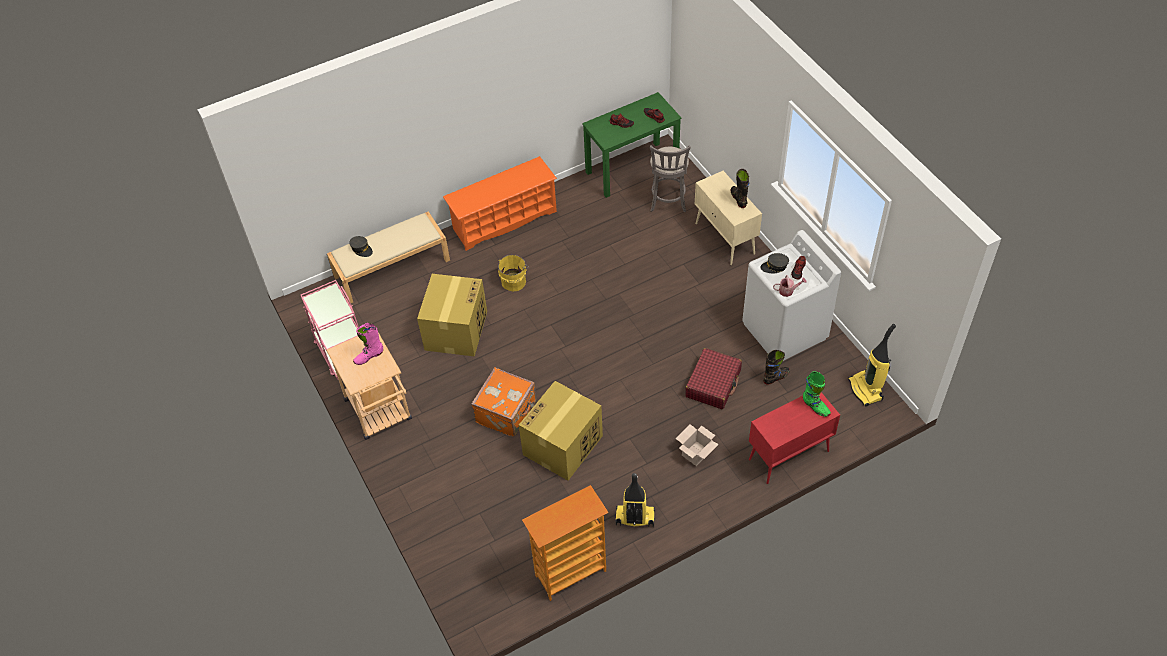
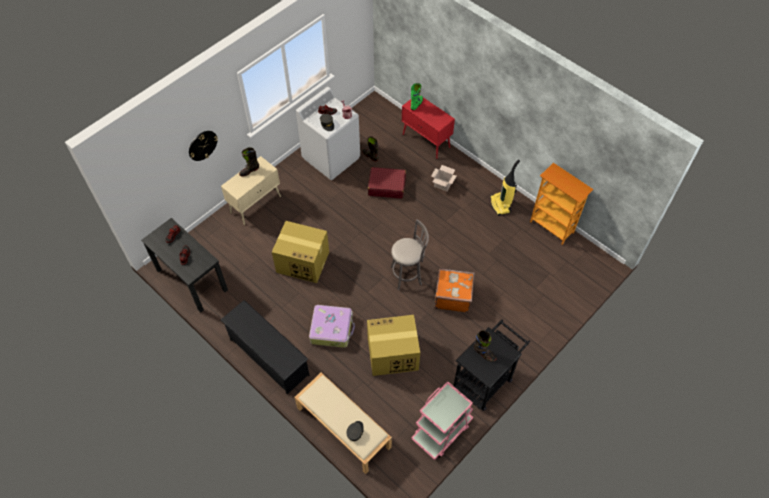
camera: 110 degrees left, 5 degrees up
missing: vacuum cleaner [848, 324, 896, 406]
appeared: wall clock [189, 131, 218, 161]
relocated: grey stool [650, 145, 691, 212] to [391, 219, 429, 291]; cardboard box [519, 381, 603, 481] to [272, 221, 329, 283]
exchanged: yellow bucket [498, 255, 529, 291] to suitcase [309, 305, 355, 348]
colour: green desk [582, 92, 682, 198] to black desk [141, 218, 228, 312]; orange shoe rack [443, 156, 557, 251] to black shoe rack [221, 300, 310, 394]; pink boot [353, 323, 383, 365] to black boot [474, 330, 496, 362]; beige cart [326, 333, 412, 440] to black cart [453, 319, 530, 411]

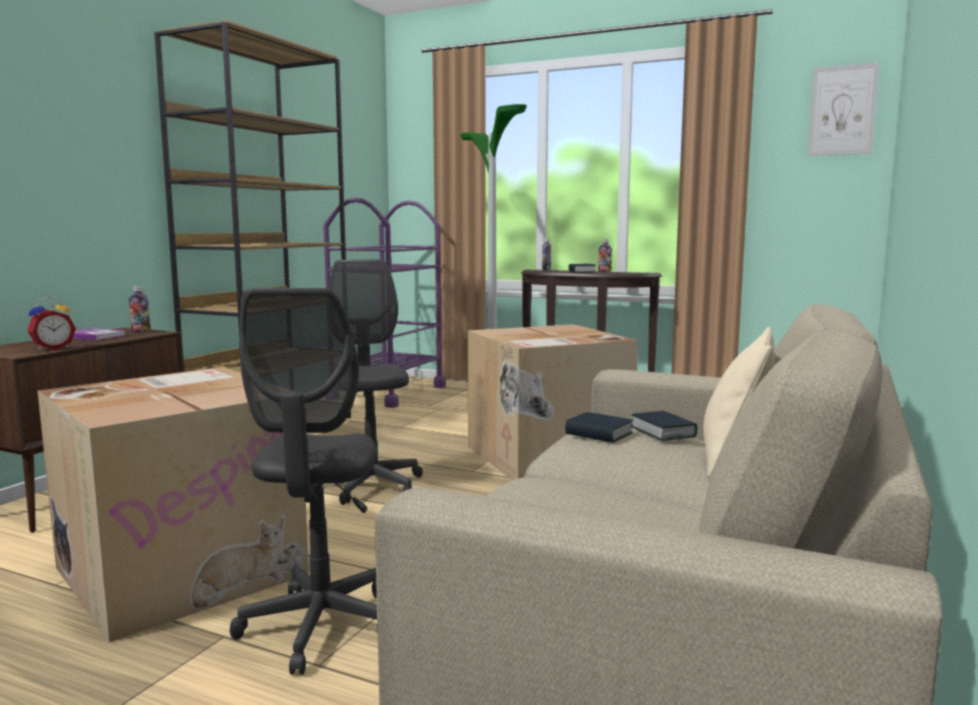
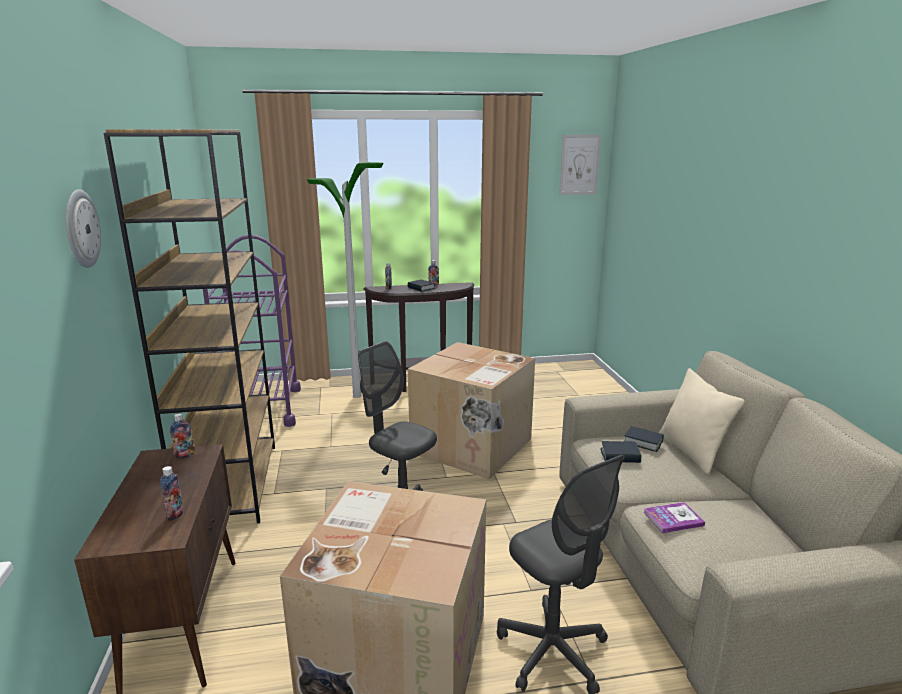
camera: 35 degrees left, 10 degrees up
appeared: wall clock [66, 189, 101, 268]
relocated: book [72, 328, 125, 340] to [643, 502, 705, 533]
exchanged: alarm clock [27, 296, 76, 351] to bottle [161, 466, 184, 521]

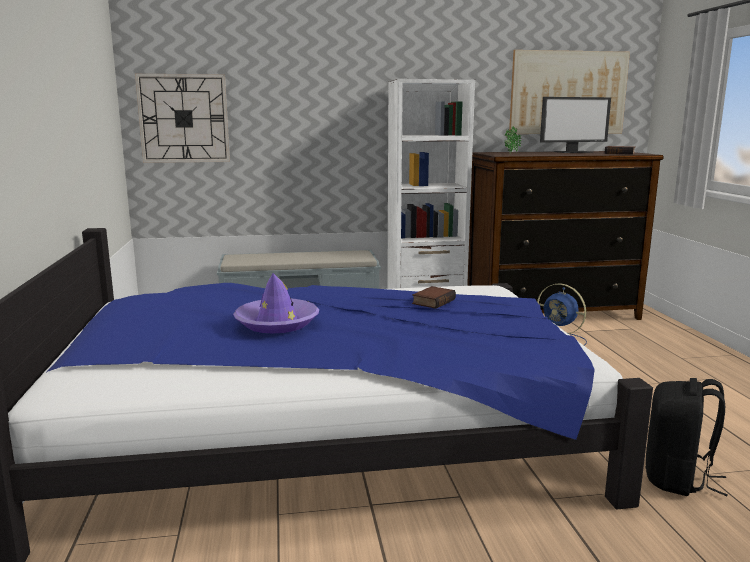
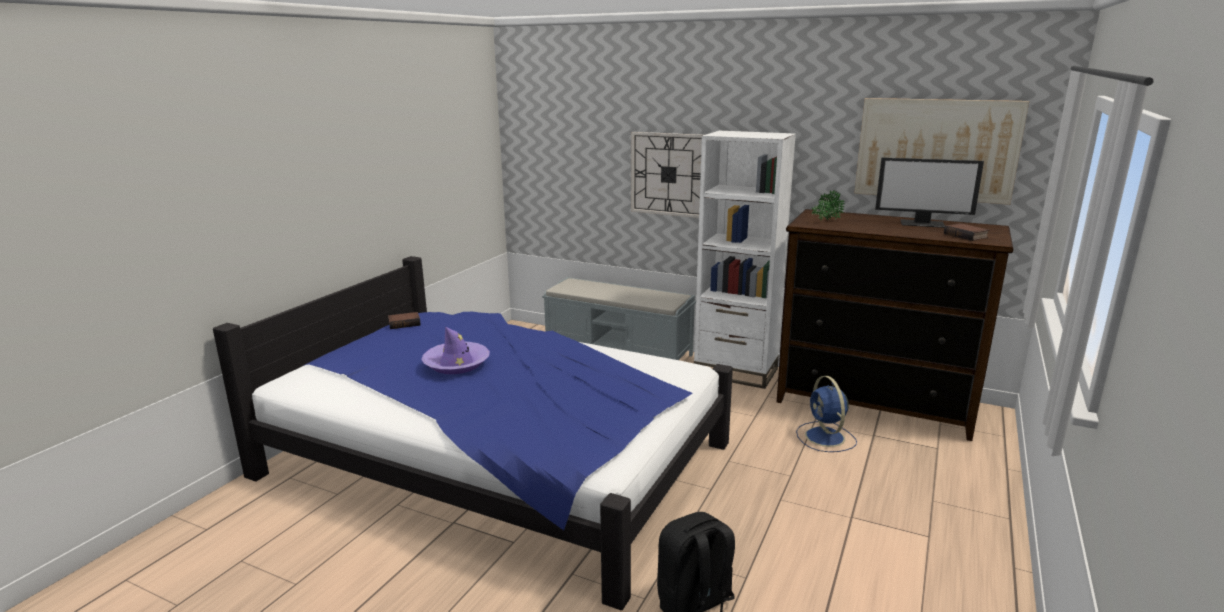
camera: 35 degrees right, 5 degrees up
relocated: wall clock [135, 74, 230, 163] to [631, 132, 703, 218]; book [412, 286, 456, 309] to [388, 312, 421, 329]

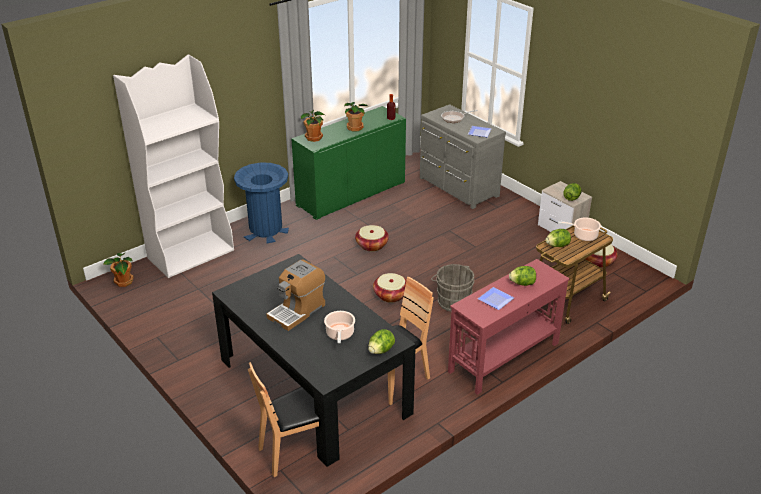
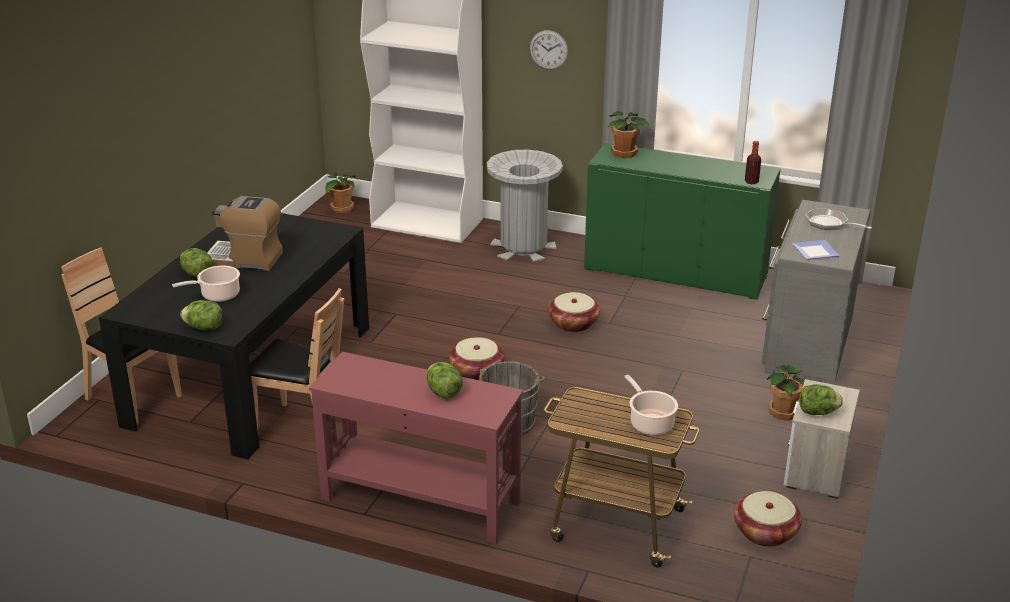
camera: 60 degrees right, 5 degrees down
missing: plate [478, 287, 514, 310]
appeared: wall clock [530, 30, 568, 70]
relocated: potted plant [344, 102, 369, 132] to [767, 365, 805, 421]; lettuce [545, 229, 571, 247] to [180, 248, 213, 277]
colour: blue trash can [234, 163, 289, 244] to grey trash can [487, 149, 563, 262]

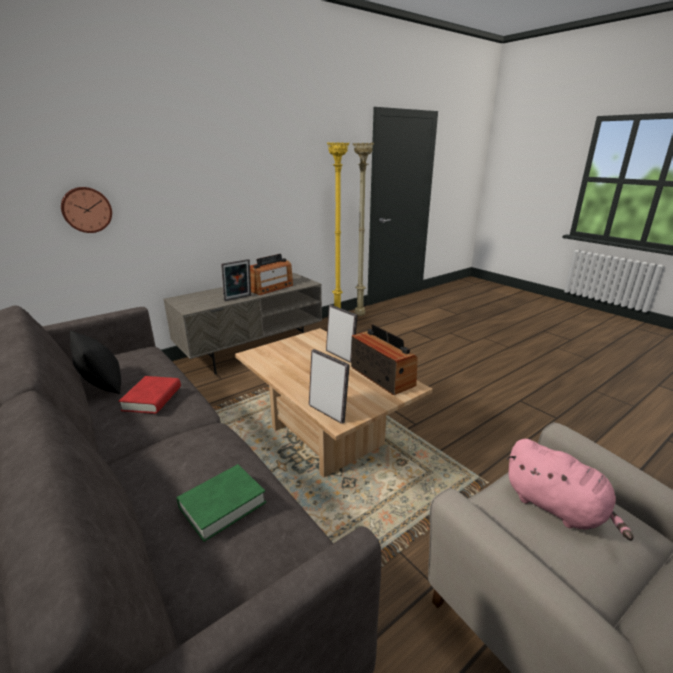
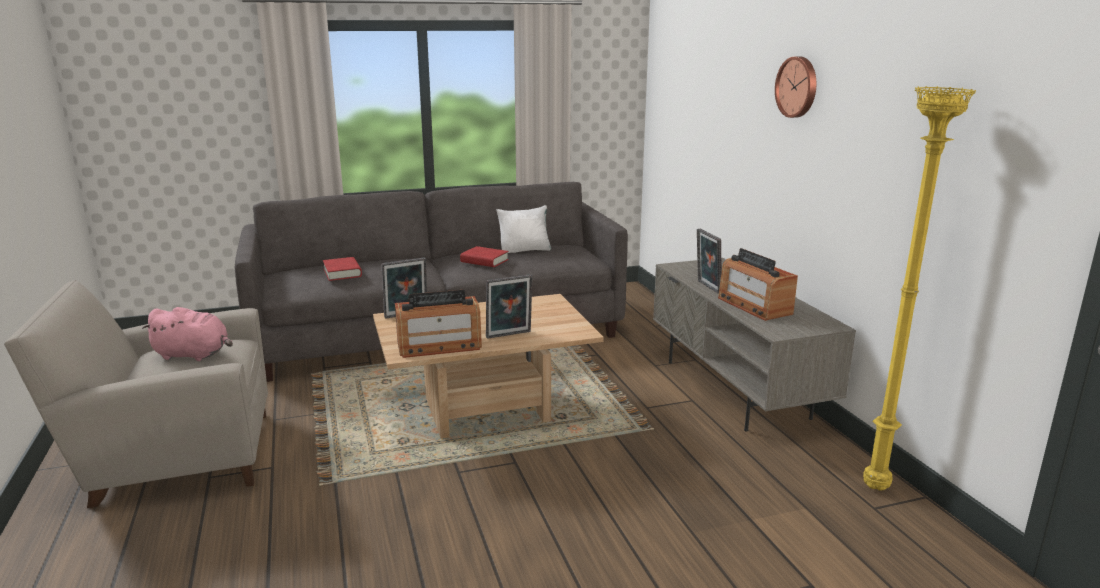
camera: 110 degrees right, 5 degrees down
missing: beige floor lamp [353, 143, 374, 316]
relocated: wall clock [61, 187, 112, 233] to [775, 57, 816, 118]
colour: black pillow [70, 331, 121, 394] to white pillow [497, 205, 551, 253]; green book [177, 464, 266, 542] to red book [323, 257, 362, 281]
spun: pink plush toy [506, 439, 634, 541] = [142, 307, 233, 361] 150 degrees counterclockwise

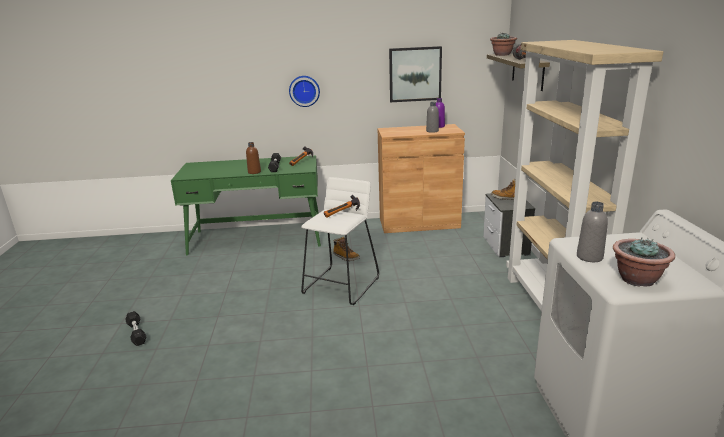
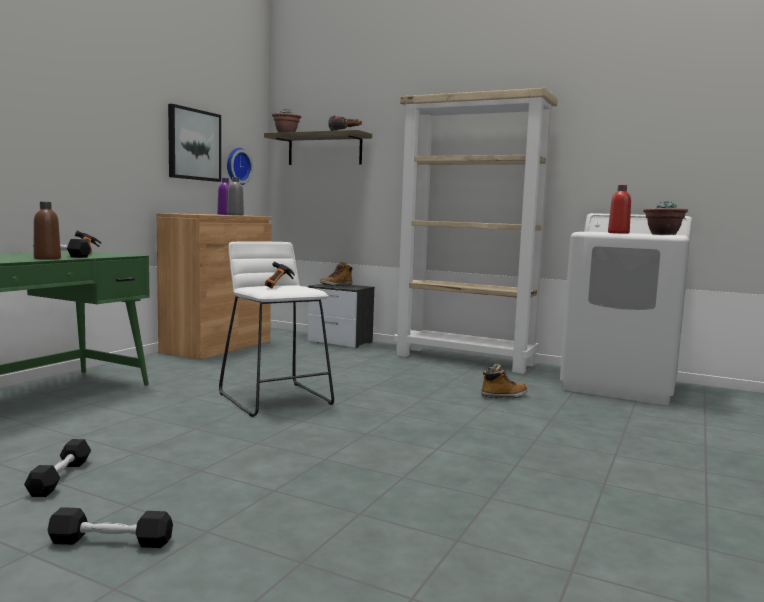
camera: 60 degrees left, 15 degrees down
appeared: black dumbbell [24, 439, 91, 497]
relocated: wall clock [289, 76, 320, 107] to [227, 148, 253, 185]; boot [333, 237, 360, 261] to [481, 364, 528, 399]
colour: grey bottle [577, 202, 608, 262] to red bottle [608, 185, 631, 234]

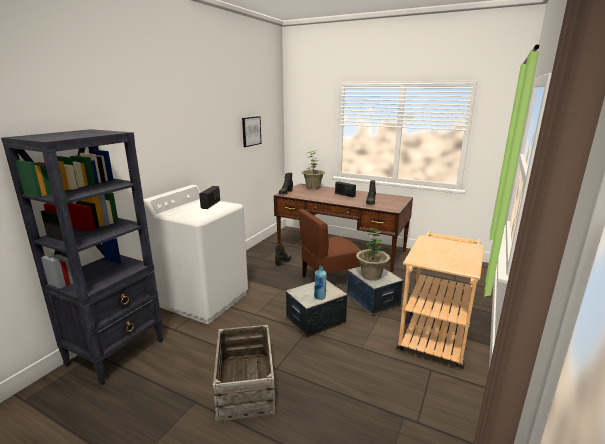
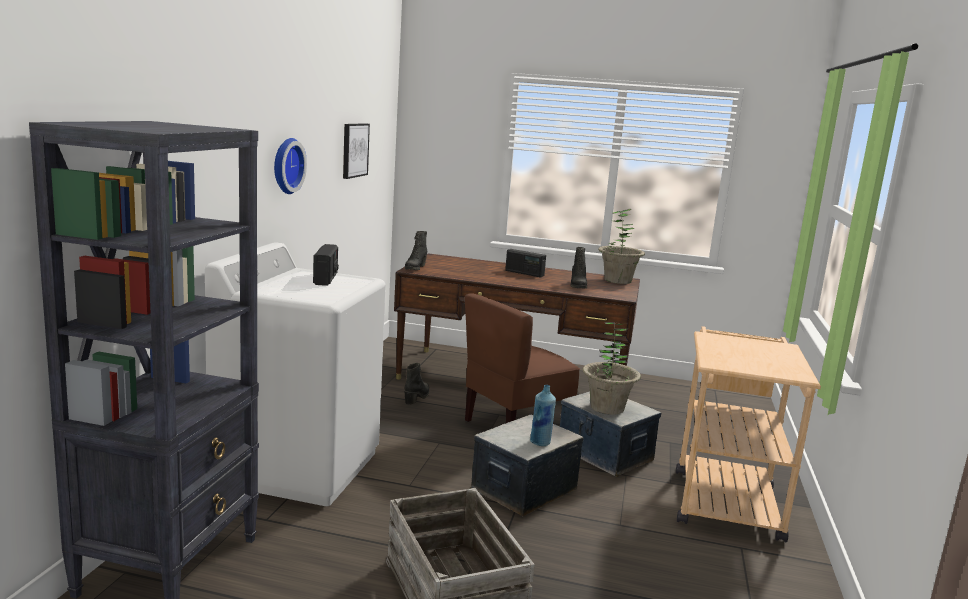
camera: 15 degrees left, 5 degrees down
appeared: wall clock [274, 138, 307, 194]
relocated: potted plant [302, 150, 325, 189] to [598, 208, 645, 284]

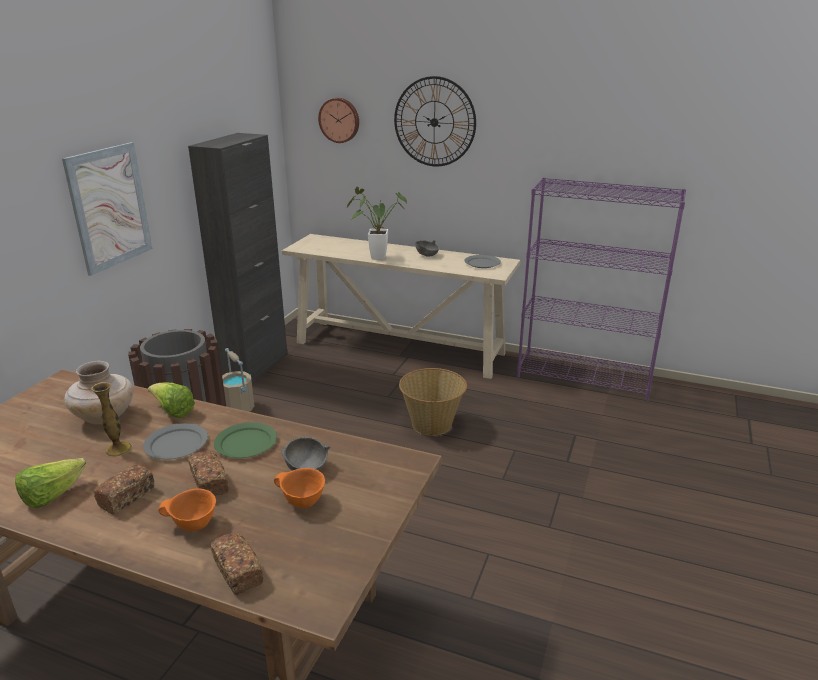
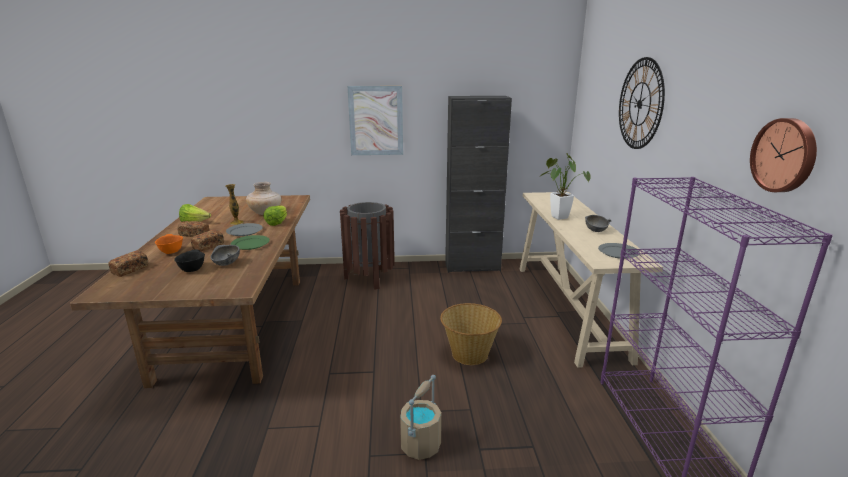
camera: 65 degrees right, 5 degrees down
relocated: wall clock [318, 98, 359, 143] to [750, 118, 817, 192]; beige bucket [222, 348, 255, 412] to [400, 375, 442, 460]
colour: orange bowl [274, 468, 325, 508] to black bowl [174, 249, 205, 272]

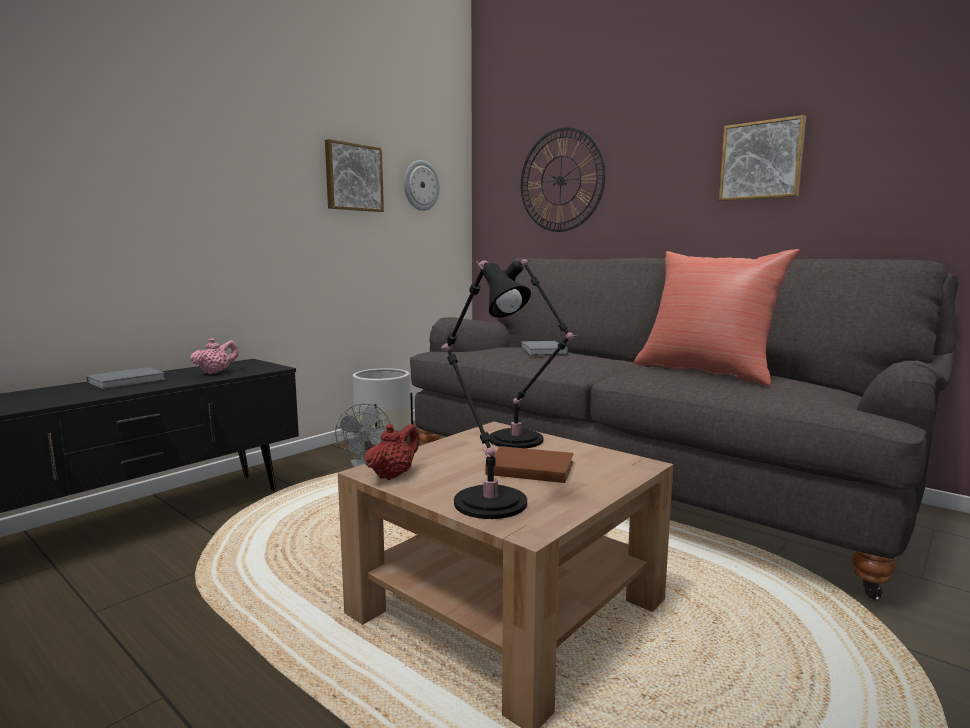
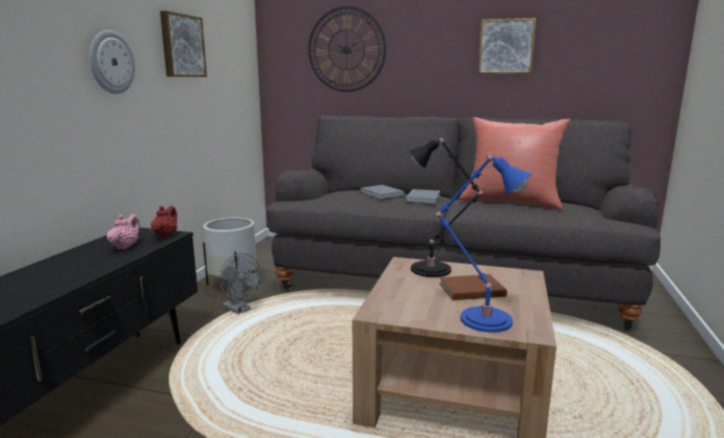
camera: 25 degrees left, 5 degrees up
relocated: wall clock [404, 160, 440, 211] to [89, 30, 135, 94]; grey book [86, 367, 166, 389] to [406, 189, 440, 204]; red teapot [364, 424, 420, 480] to [151, 206, 177, 238]
colour: black table lamp [439, 260, 531, 519] to blue table lamp [434, 155, 532, 332]

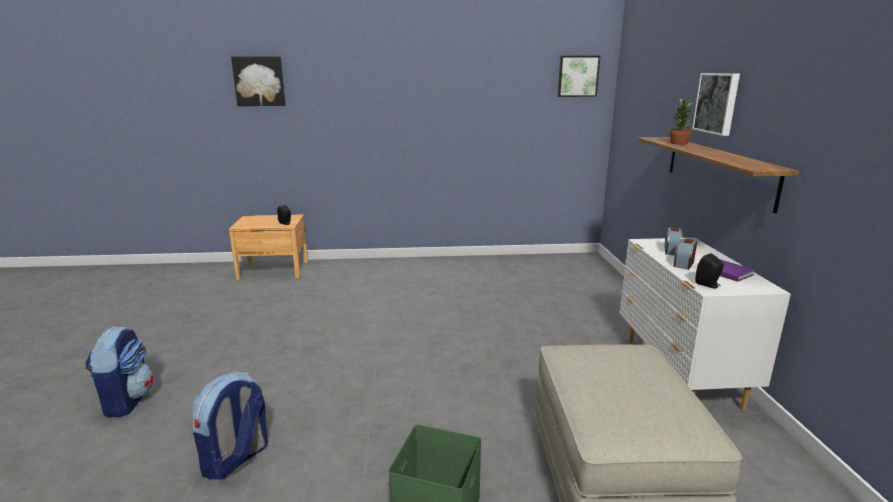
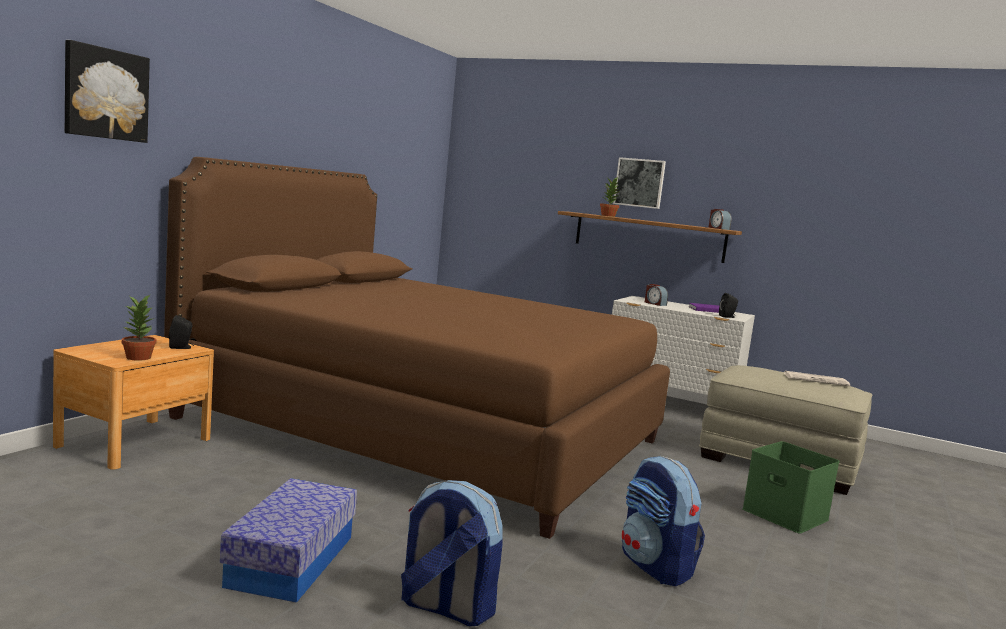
camera: 60 degrees left, 10 degrees down
missing: picture [558, 56, 600, 97]
appeared: brown bed [164, 157, 670, 539]; potted plant [122, 294, 156, 361]; newspaper [784, 371, 850, 386]; storage box [220, 478, 357, 603]
relocated: alarm clock [673, 239, 697, 270] to [709, 209, 732, 230]

